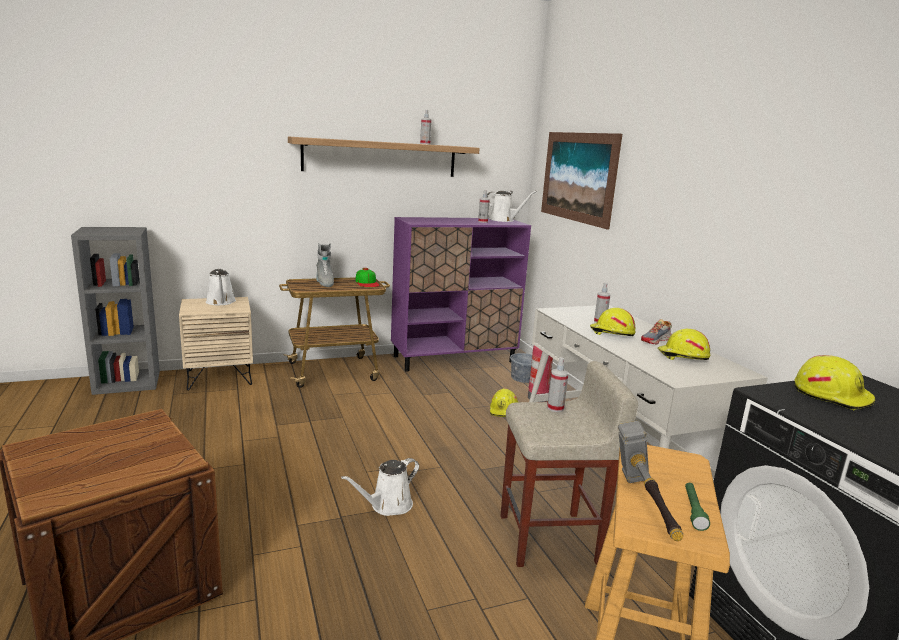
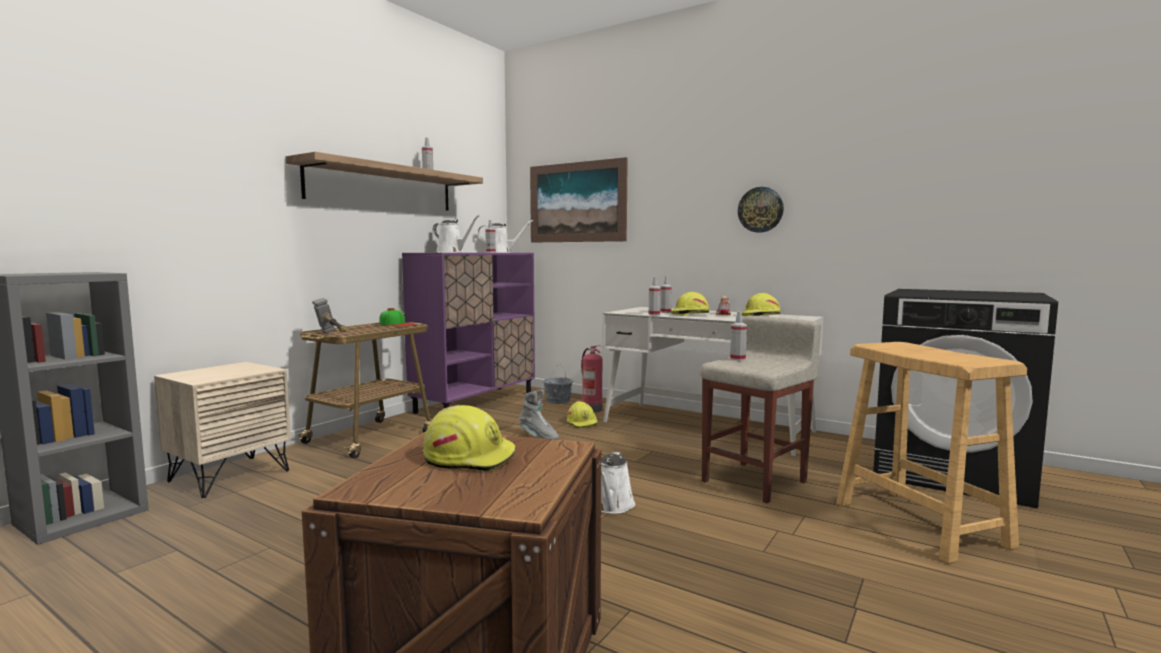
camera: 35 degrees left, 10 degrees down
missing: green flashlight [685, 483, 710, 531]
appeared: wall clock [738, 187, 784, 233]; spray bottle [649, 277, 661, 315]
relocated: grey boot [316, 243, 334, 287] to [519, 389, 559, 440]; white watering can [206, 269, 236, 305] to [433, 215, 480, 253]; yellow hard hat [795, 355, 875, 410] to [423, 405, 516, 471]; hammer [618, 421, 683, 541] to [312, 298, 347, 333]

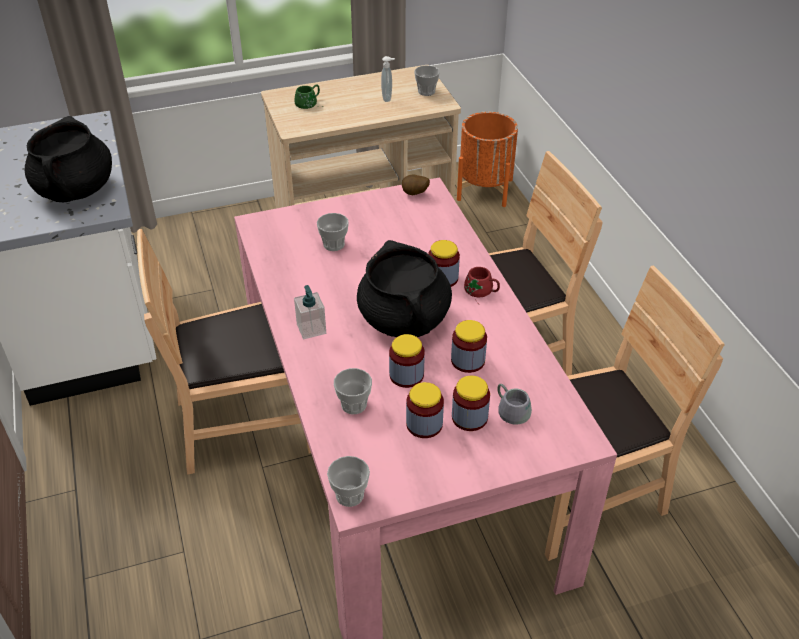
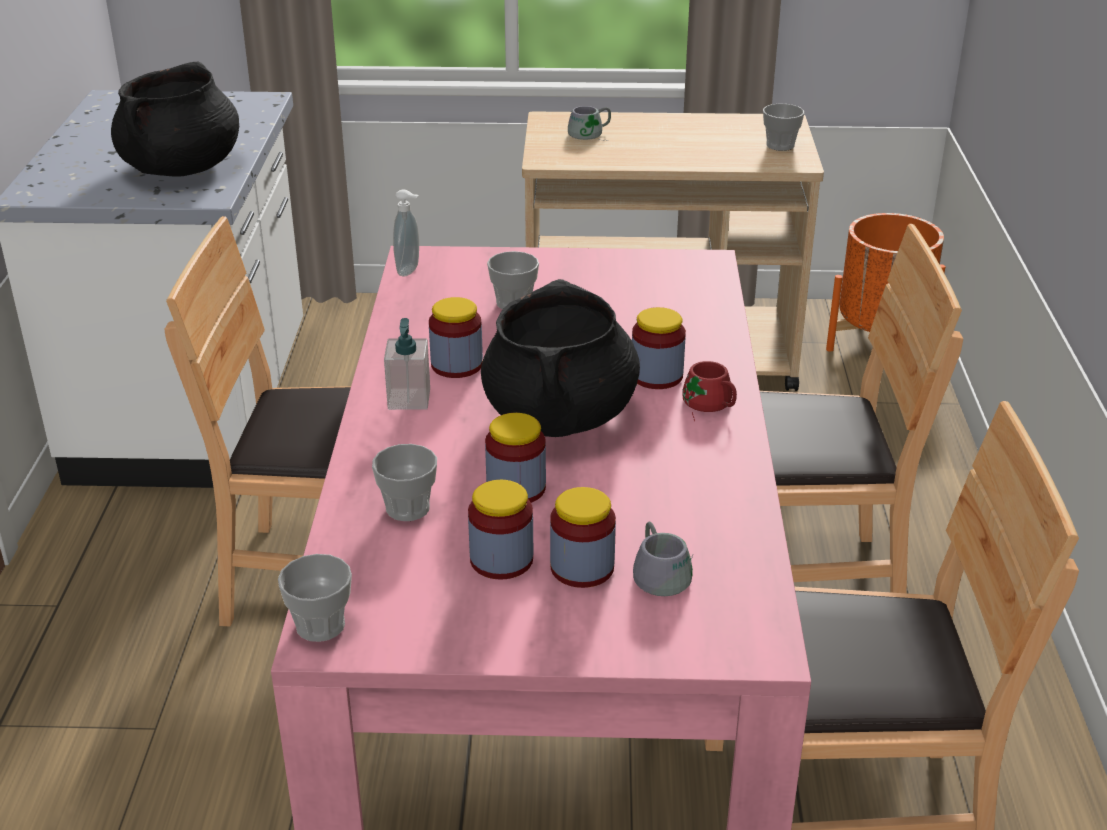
camera: 20 degrees right, 10 degrees down
missing: potato [402, 175, 430, 195]
relocated: soap dispenser [381, 56, 395, 102] to [393, 190, 419, 276]; jar [451, 320, 487, 373] to [429, 297, 483, 378]
colour: green mug [294, 85, 323, 109] to grey mug [568, 106, 611, 140]

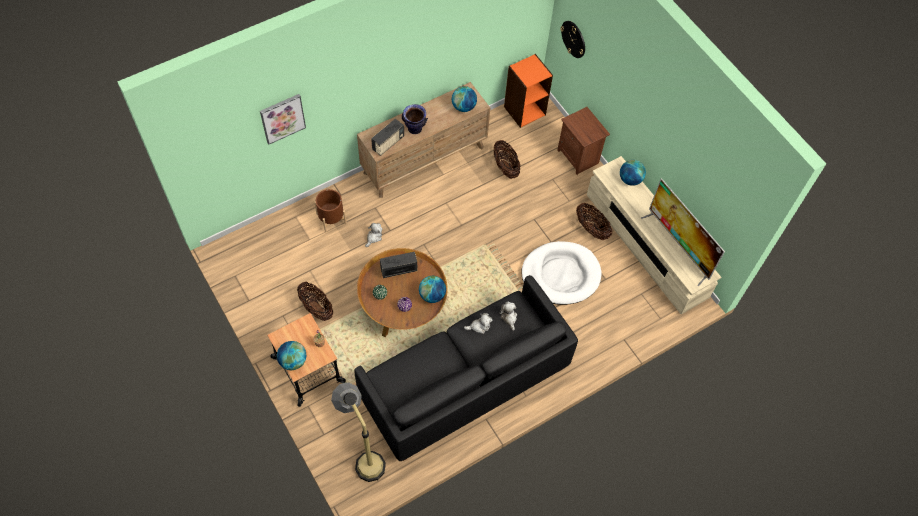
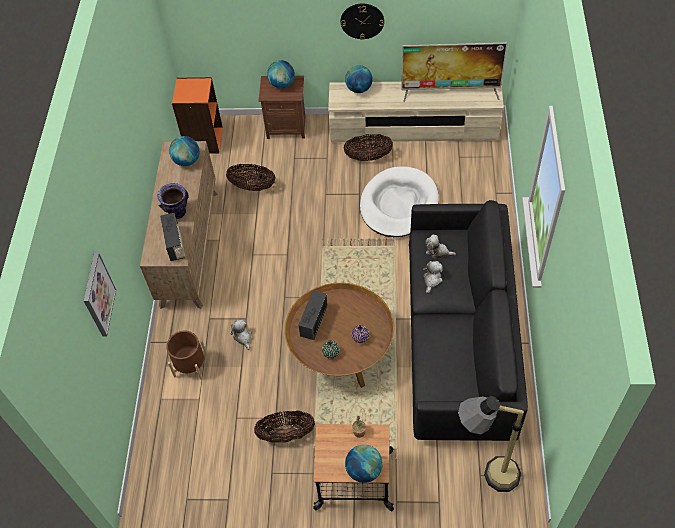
camera: 50 degrees left, 5 degrees down
relocated: wall clock [560, 21, 585, 58] to [341, 4, 384, 40]; globe [419, 276, 446, 303] to [267, 60, 295, 88]

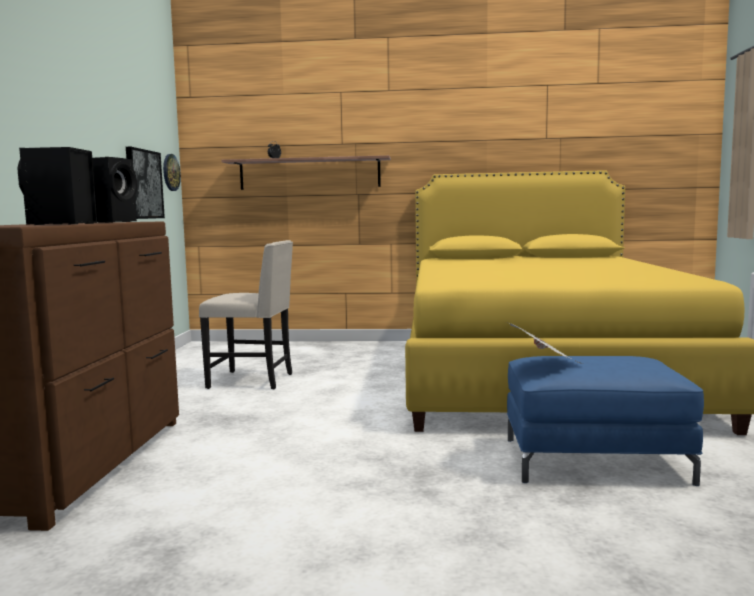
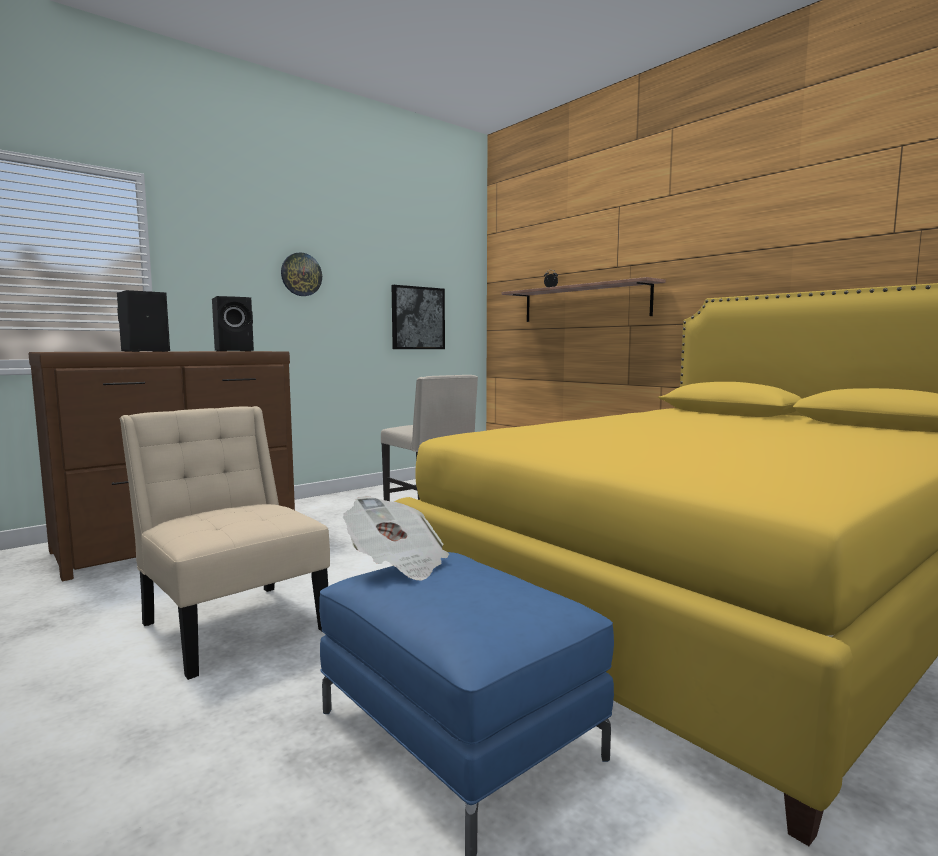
camera: 45 degrees right, 0 degrees up
appeared: beige chair [120, 406, 330, 680]
relocated: wall clock [163, 154, 181, 191] to [281, 252, 322, 296]

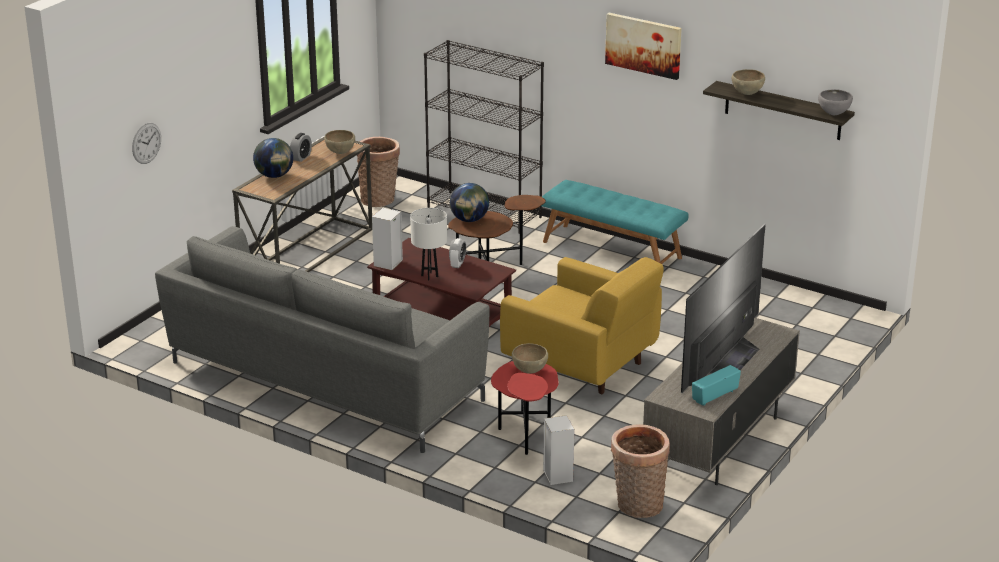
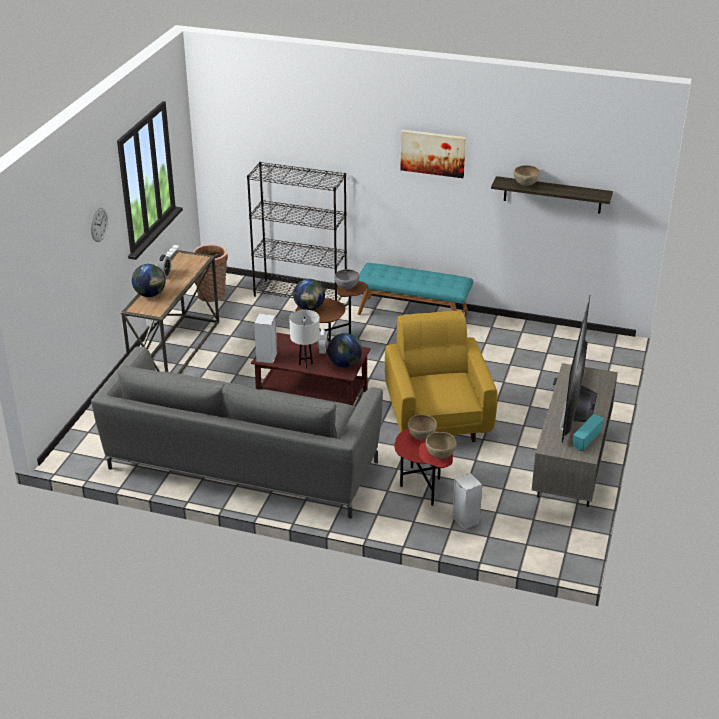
camera: 15 degrees left, 5 degrees up
missing: basket [611, 424, 670, 518]
appeared: globe [328, 333, 362, 368]
relocated: grey bowl [818, 89, 853, 115] to [334, 269, 360, 290]; wall clock [132, 123, 161, 164] to [91, 208, 108, 242]; brown bowl [324, 130, 355, 154] to [426, 432, 457, 458]
spun: yellow armchair [500, 257, 664, 394] = [385, 310, 497, 442] 120 degrees counterclockwise

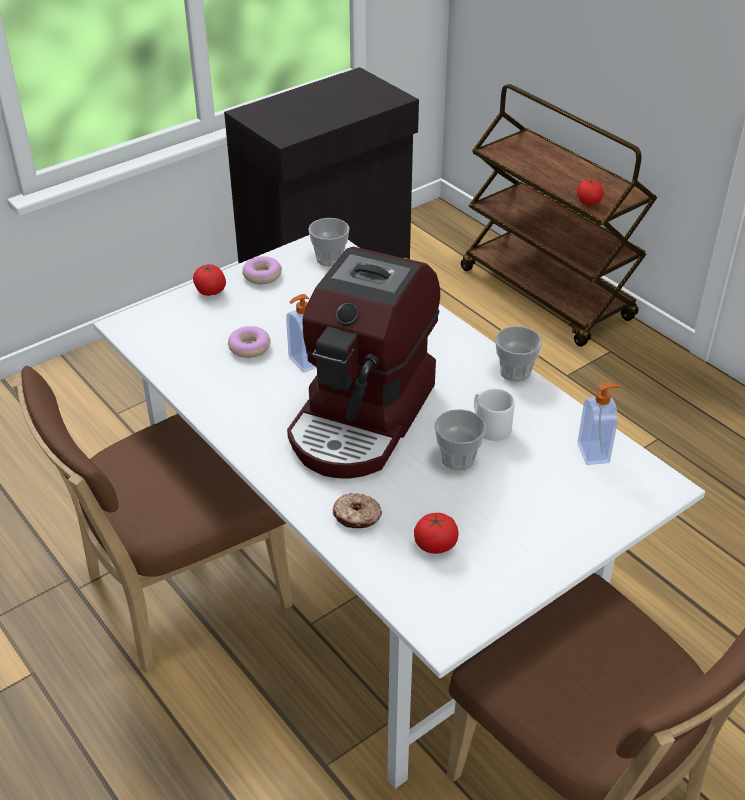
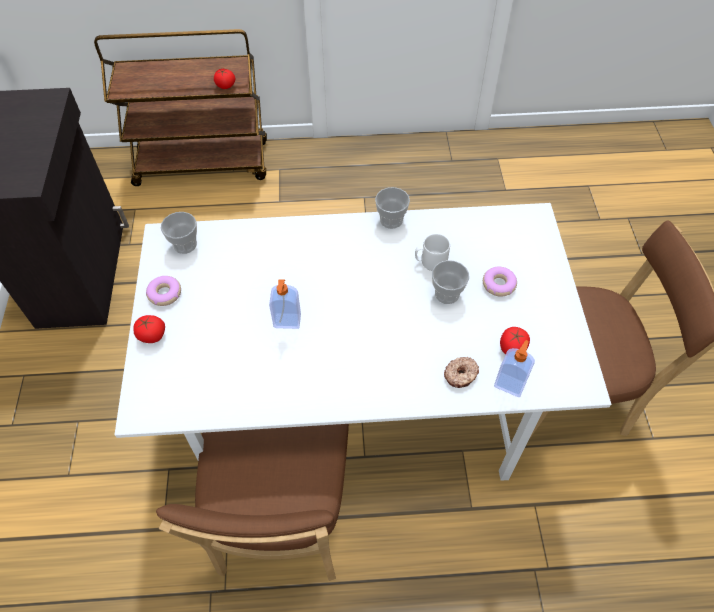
camera: 55 degrees left, 15 degrees up
missing: coffee machine [287, 247, 440, 479]
relocated: donut [228, 326, 270, 358] to [483, 267, 517, 297]; soap dispenser [578, 383, 621, 465] to [494, 340, 535, 397]

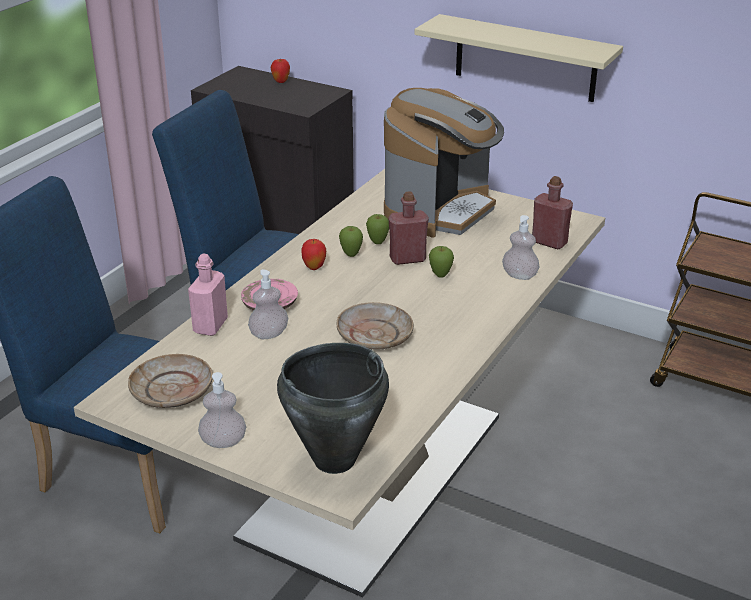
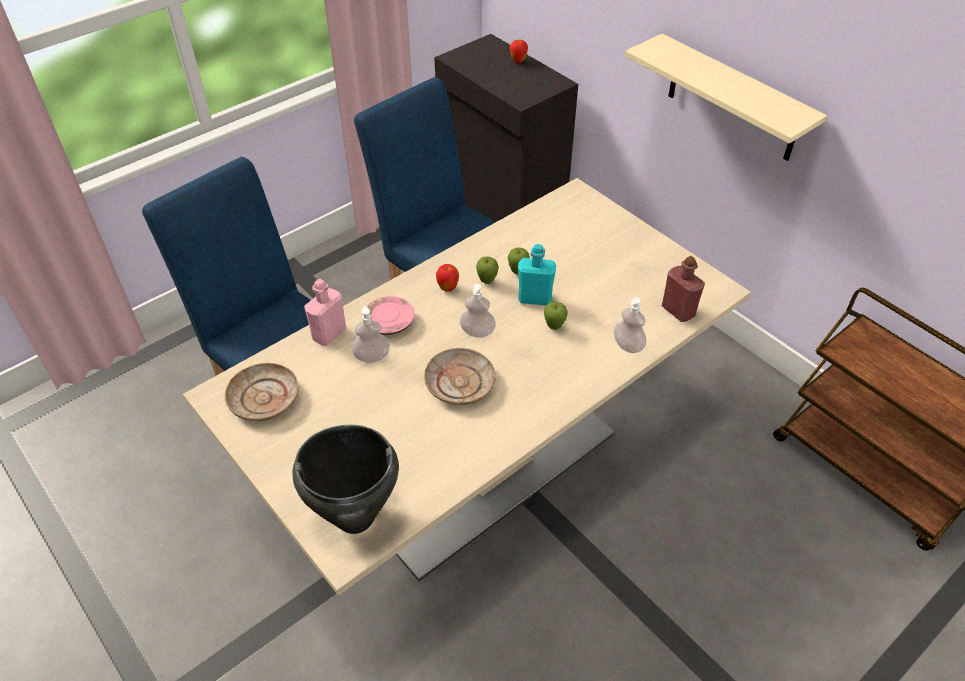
camera: 20 degrees right, 15 degrees up
missing: coffee machine [384, 88, 504, 238]
relocated: soap dispenser [198, 372, 246, 448] to [459, 284, 496, 338]
colour: red bottle [388, 191, 429, 265] to turquoise bottle [518, 244, 556, 306]

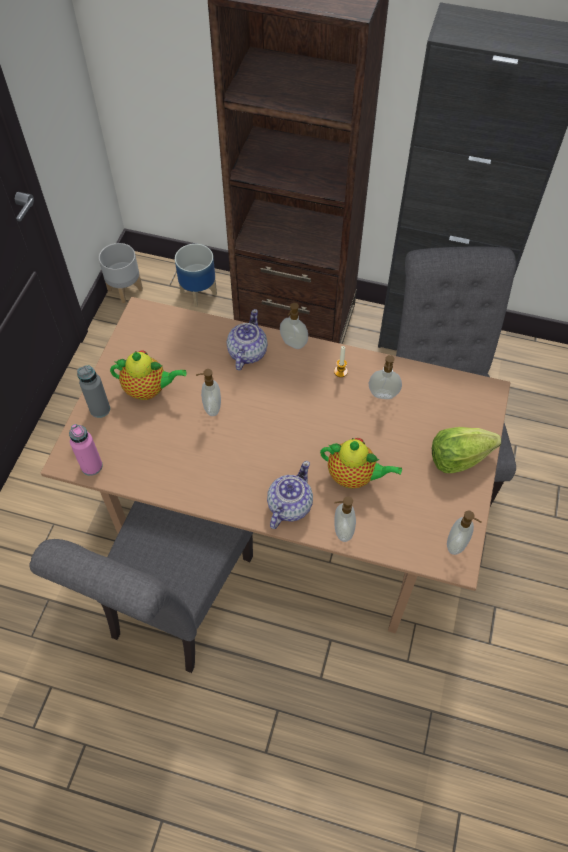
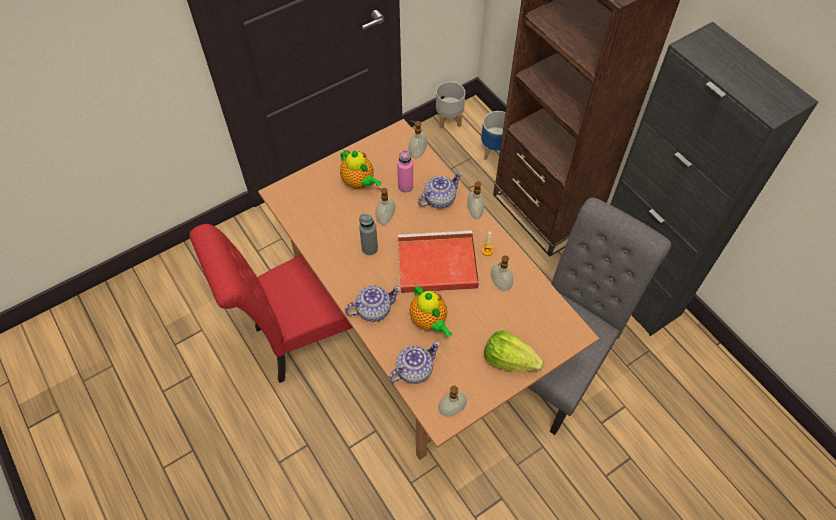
camera: 40 degrees right, 0 degrees up
appeared: red tray [398, 230, 479, 293]; teapot [388, 342, 440, 384]
relocated: grey bottle [77, 365, 110, 418] to [359, 214, 378, 255]; pink bottle [69, 424, 103, 476] to [397, 150, 413, 192]; soap dispenser [334, 496, 356, 542] to [409, 121, 428, 159]
colour: grey chair [30, 501, 253, 673] to red chair [190, 224, 352, 383]

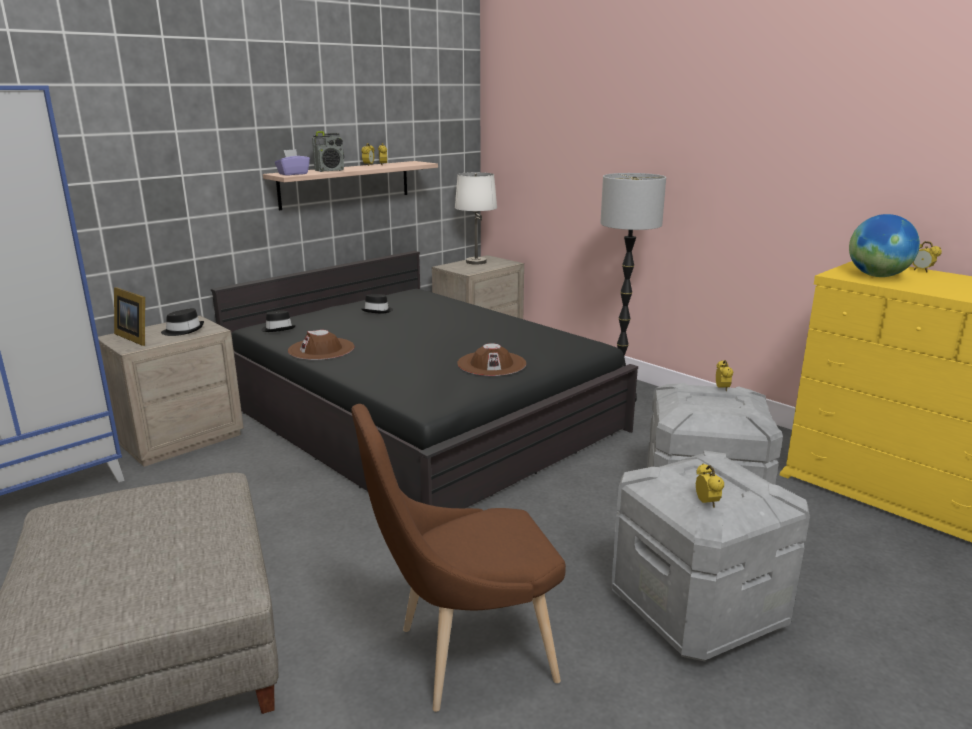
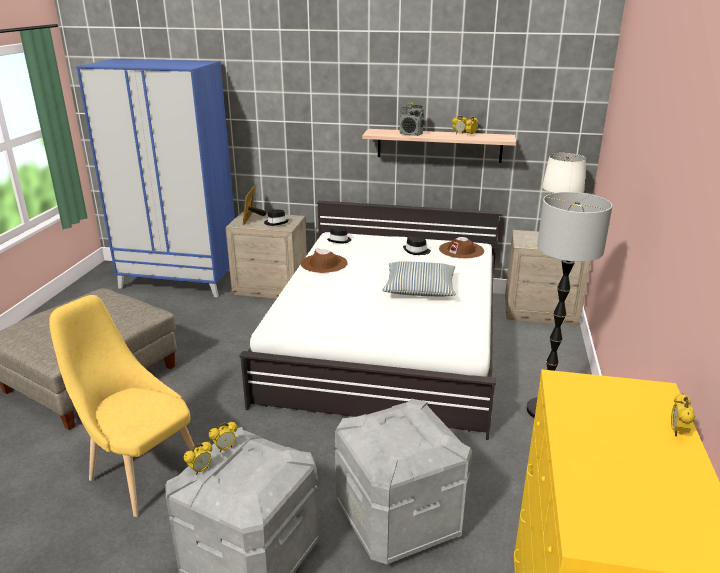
camera: 55 degrees right, 5 degrees up
missing: purple tissue box [275, 149, 310, 175]; globe [849, 214, 920, 277]
appeared: pillow [382, 261, 456, 297]
relocated: brown hat [457, 343, 526, 376] to [439, 237, 484, 259]; alarm clock [716, 360, 733, 392] to [209, 422, 238, 452]
colour: black bed [211, 251, 638, 508] to white bed [239, 201, 500, 440]; brown chair [351, 404, 566, 712] to yellow chair [49, 295, 194, 517]

